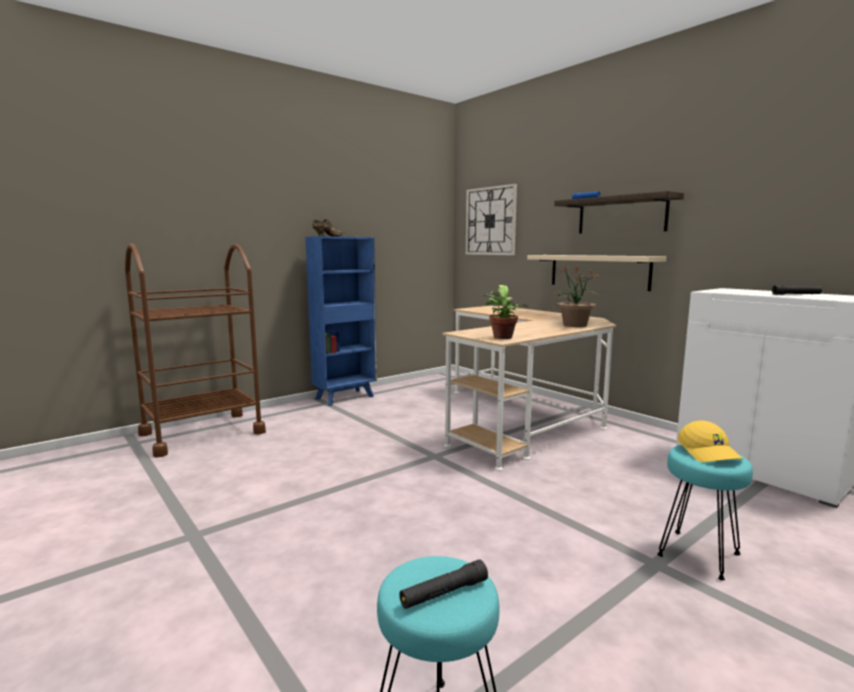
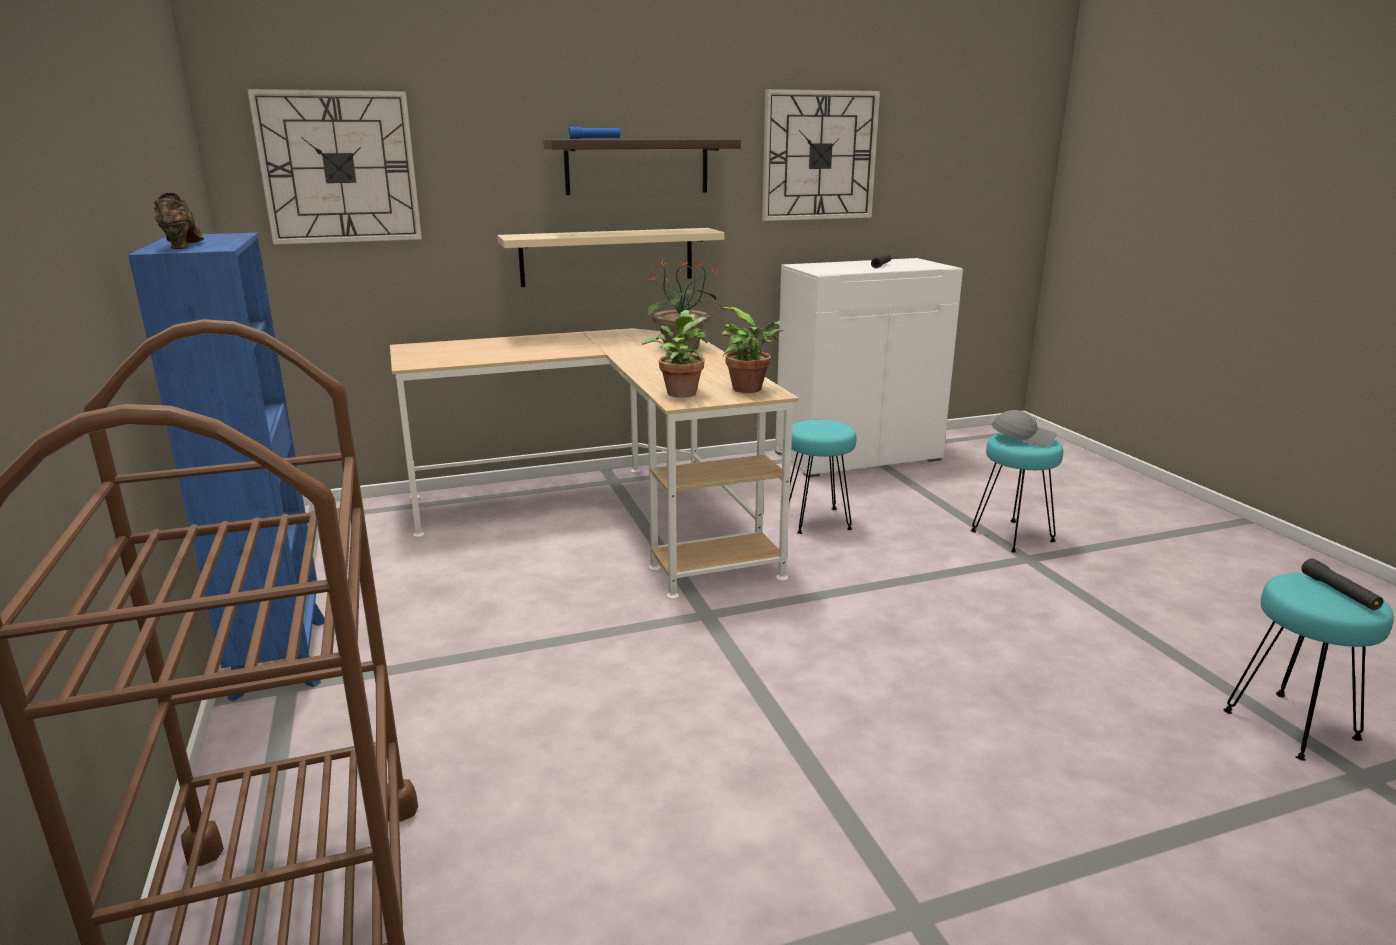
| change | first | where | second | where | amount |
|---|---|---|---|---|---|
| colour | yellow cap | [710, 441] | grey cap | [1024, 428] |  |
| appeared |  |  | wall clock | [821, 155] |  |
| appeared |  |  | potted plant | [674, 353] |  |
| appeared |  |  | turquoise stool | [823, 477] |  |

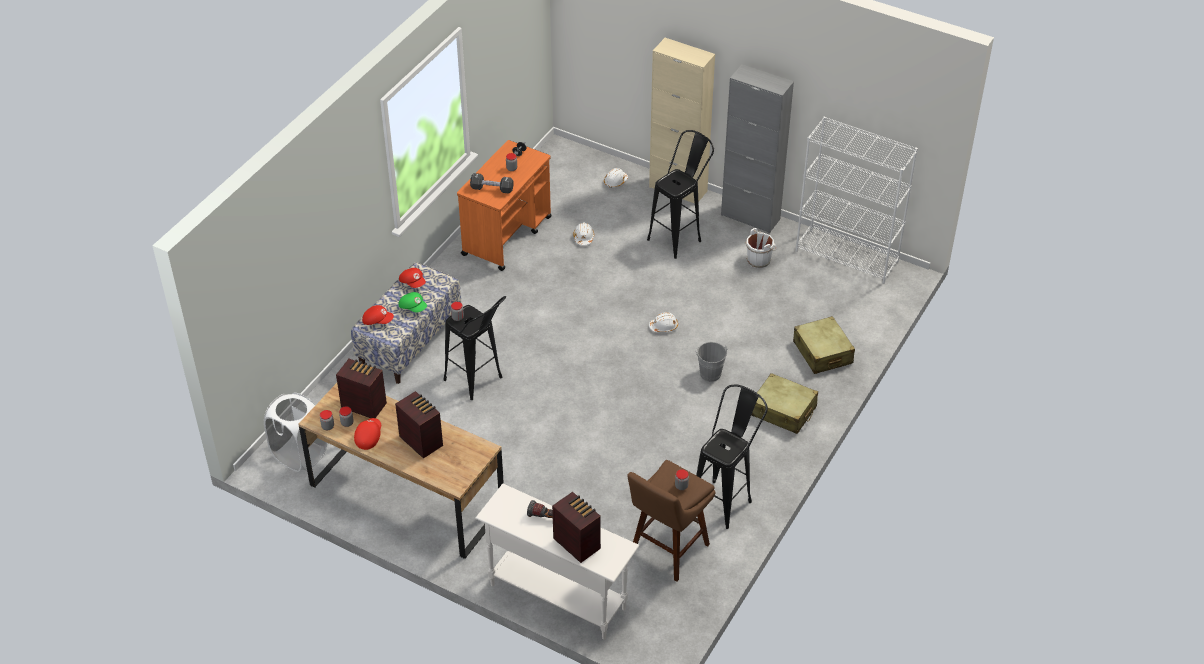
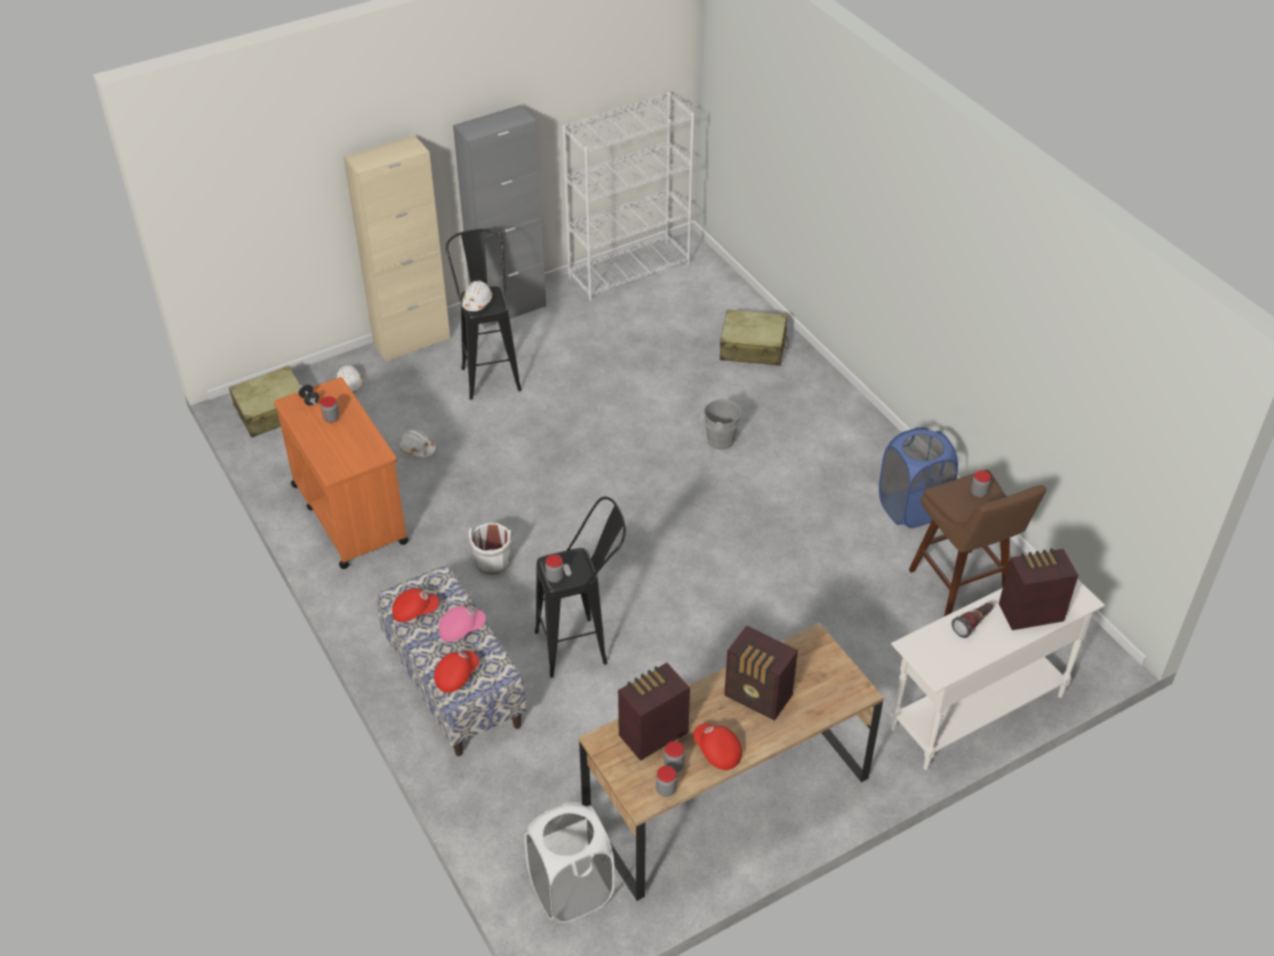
| change | first | where | second | where | amount |
|---|---|---|---|---|---|
| missing | black dumbbell | [492, 183] |  |  |  |
| relocated | white bucket | [760, 248] |  | [491, 549] |  |
| colour | green cap | [412, 302] | pink cap | [462, 624] |  |
| relocated | white hard hat | [663, 322] |  | [477, 296] |  |
| relocated | beige suitcase | [784, 403] |  | [265, 402] |  |
| exchanged | black stool | [732, 457] | blue laundry basket | [918, 477] |  |
| spun | radio | [419, 425] |  | [761, 673] | 135 degrees counterclockwise |

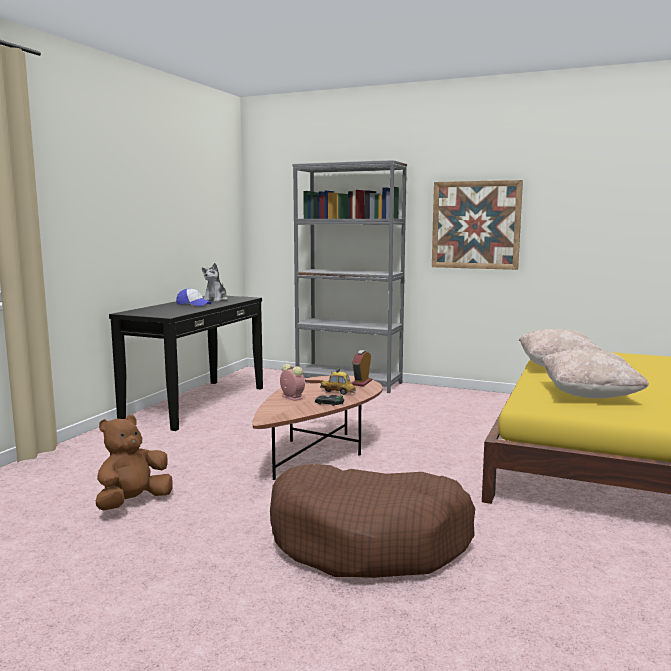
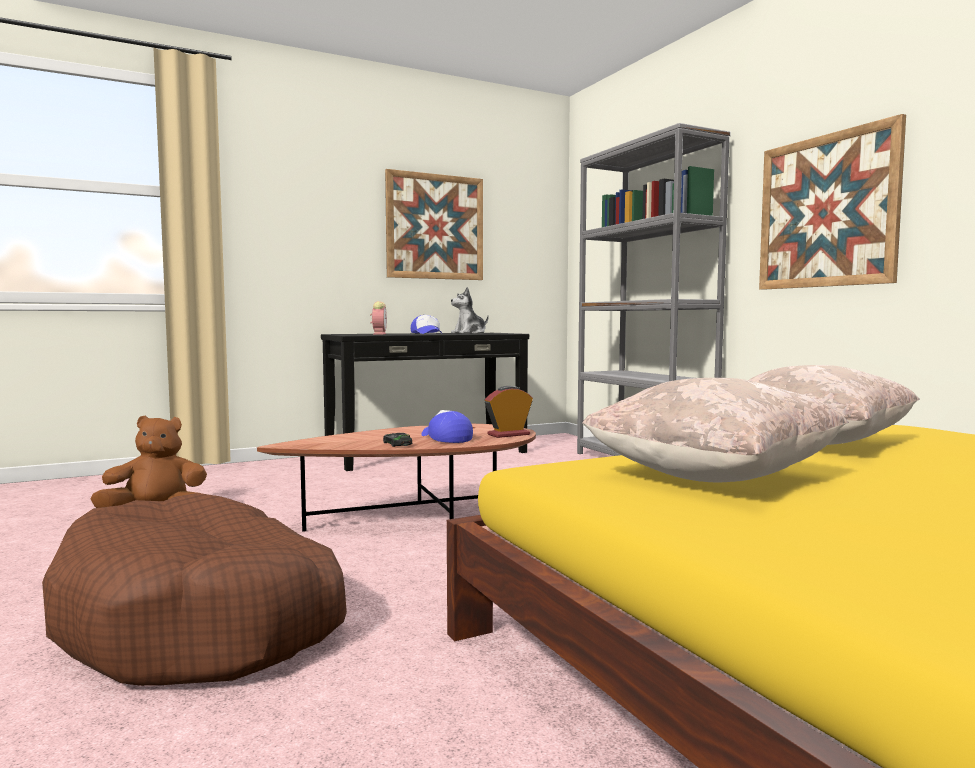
| change | first | where | second | where | amount |
|---|---|---|---|---|---|
| relocated | alarm clock | [292, 382] |  | [378, 317] |  |
| exchanged | toy car | [338, 381] | cap | [447, 426] |  |
| appeared |  |  | picture | [434, 224] |  |

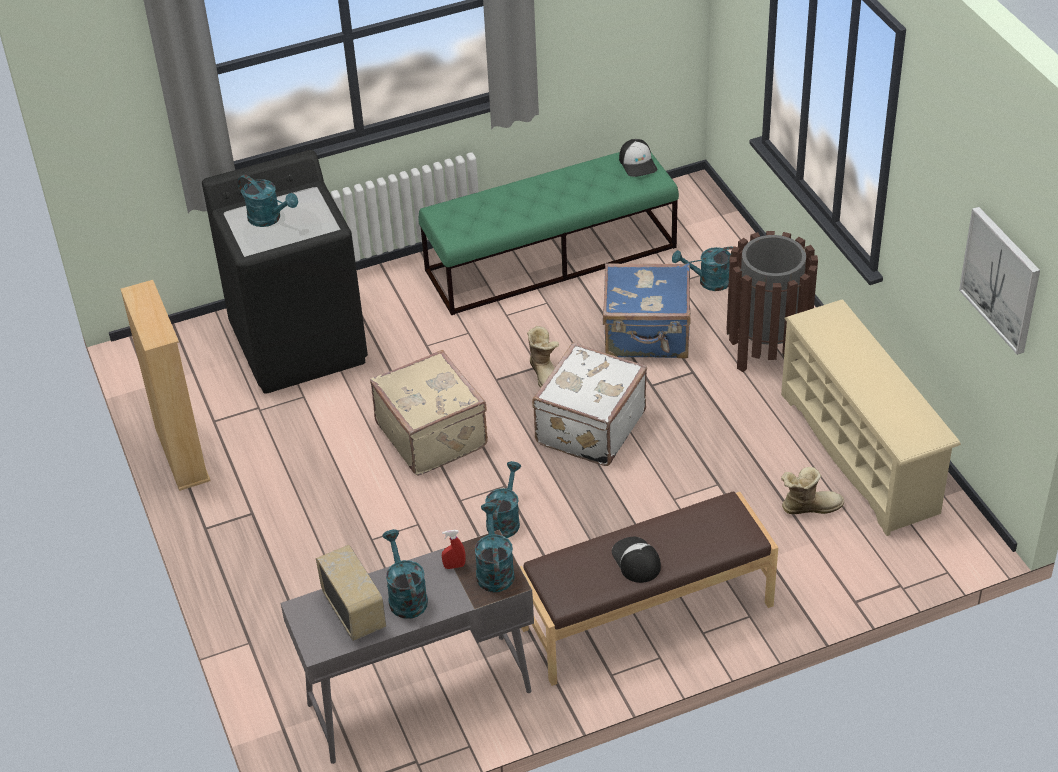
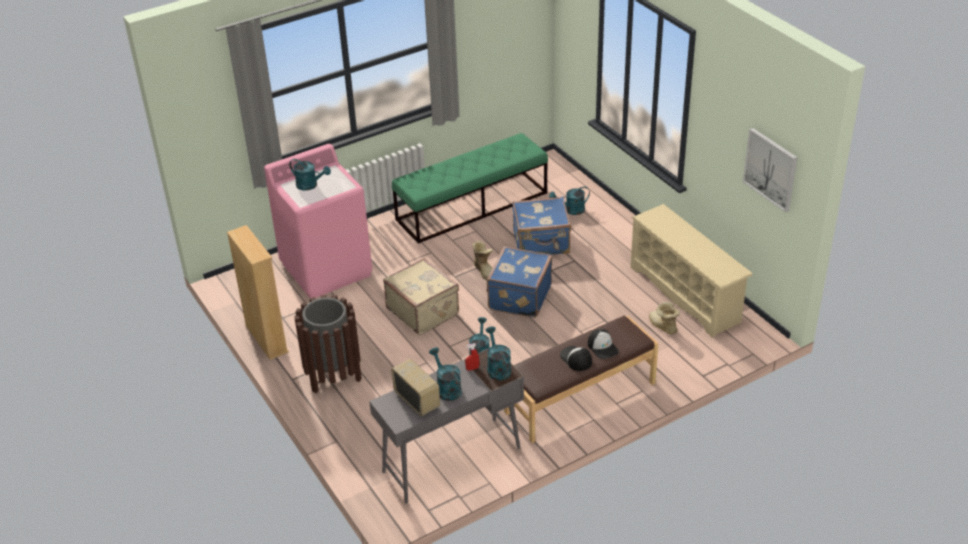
| change | first | where | second | where | amount |
|---|---|---|---|---|---|
| relocated | cap | [638, 158] |  | [603, 344] |  |
| colour | black washing machine | [285, 272] | pink washing machine | [318, 221] |  |
| relocated | brown trash can | [772, 301] |  | [327, 344] |  |
| colour | white suitcase | [589, 404] | blue suitcase | [519, 282] |  |
| spun | boot | [812, 490] |  | [664, 318] | 105 degrees counterclockwise |

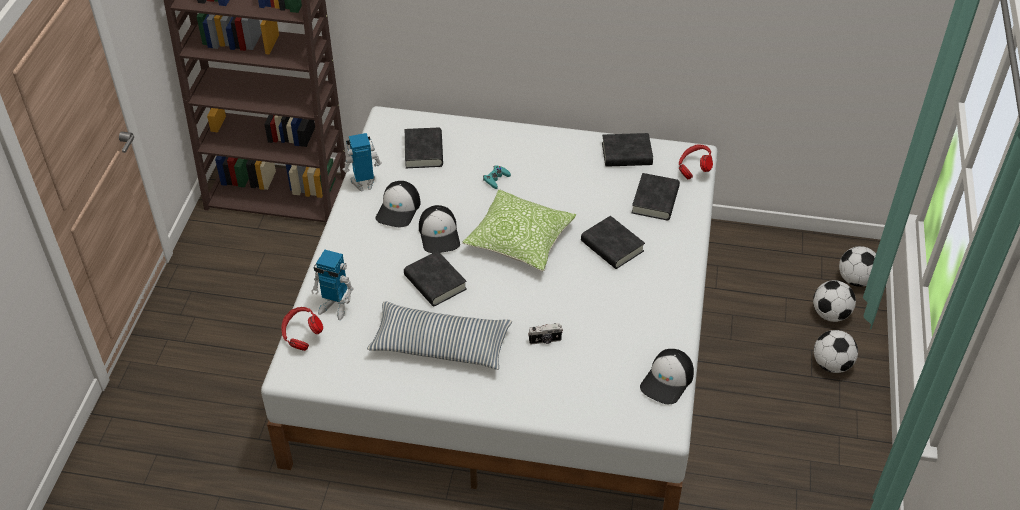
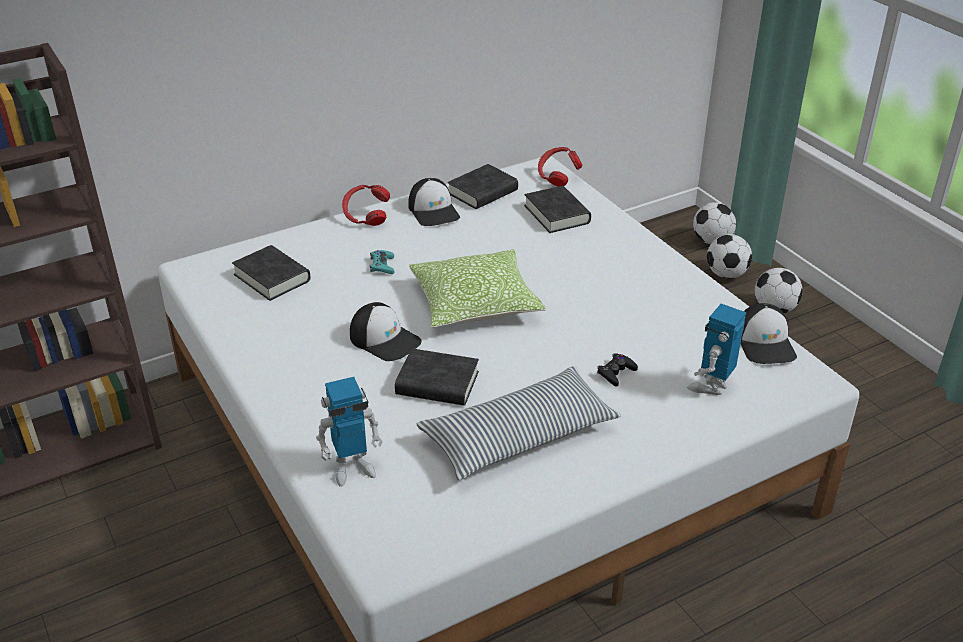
| change | first | where | second | where | amount |
|---|---|---|---|---|---|
| relocated | toy robot | [362, 162] |  | [716, 349] |  |
| relocated | cap | [398, 204] |  | [434, 202] |  |
| missing | black book | [613, 242] |  |  |  |
| relocated | red headphones | [302, 329] |  | [366, 205] |  |
| exchanged | photo camera | [545, 334] | black game controller | [617, 370] |  |

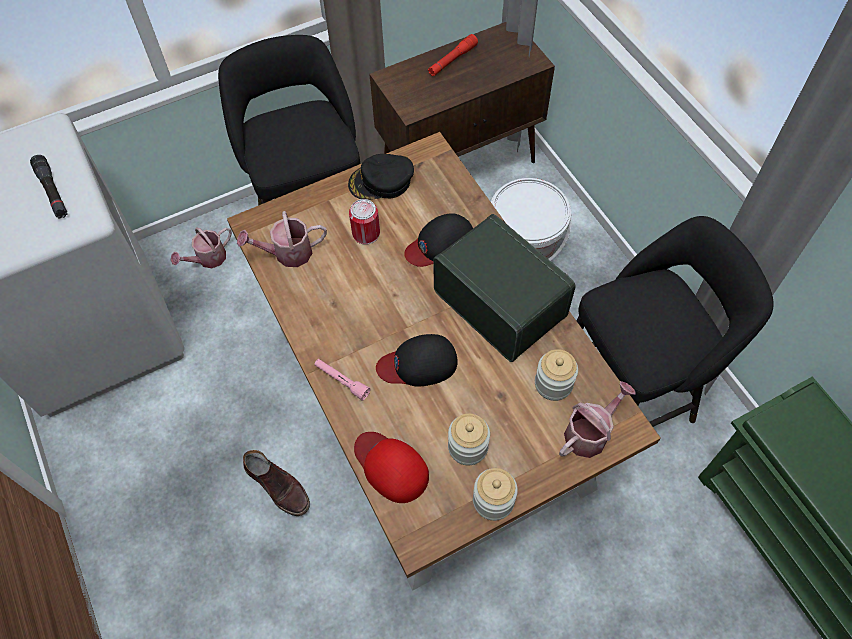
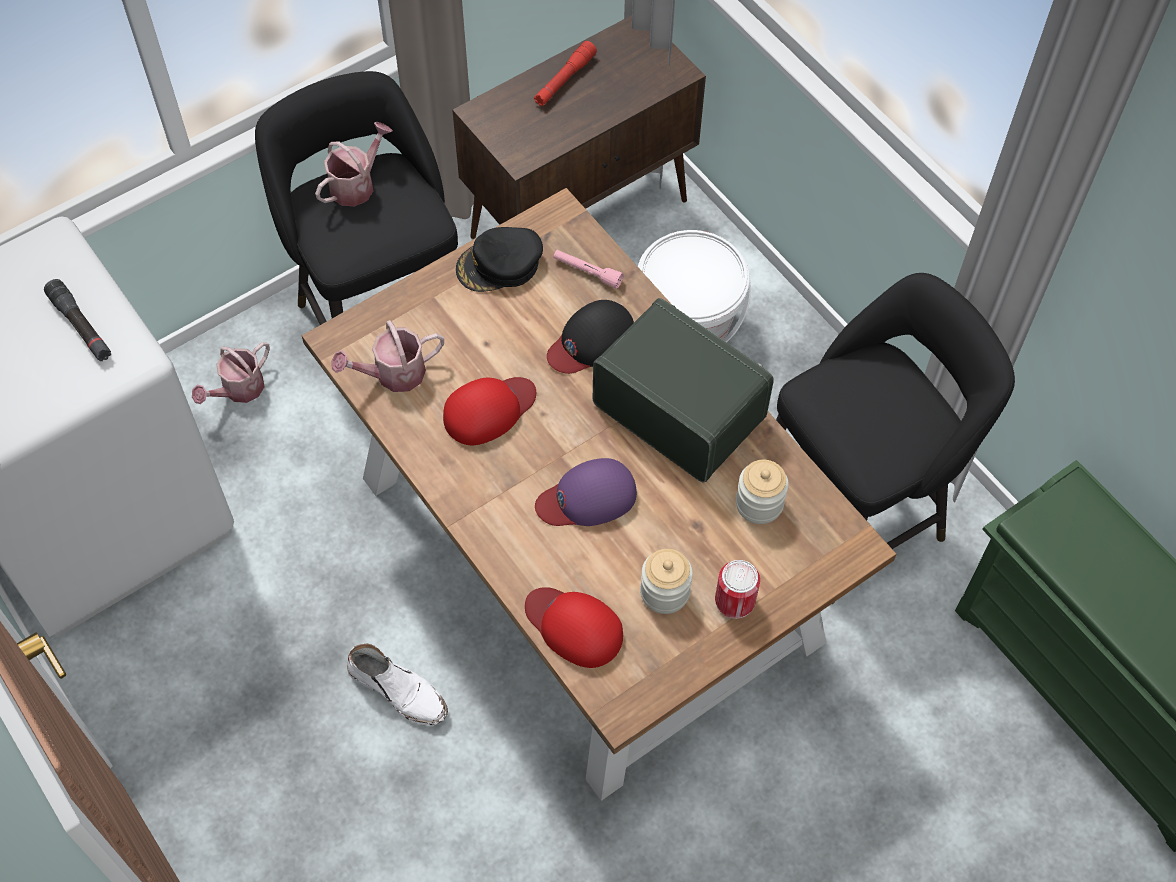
| change | first | where | second | where | amount |
|---|---|---|---|---|---|
| relocated | can | [364, 222] |  | [737, 589] |  |
| colour | black cap | [417, 360] | purple cap | [586, 492] |  |
| relocated | pink flashlight | [342, 380] |  | [589, 269] |  |
| relocated | watering can | [597, 419] |  | [354, 164] |  |
| colour | brown boot | [276, 483] | white boot | [397, 684] |  |
| missing | jar | [495, 494] |  |  |  |
| appeared |  |  | red cap | [489, 411] |  |

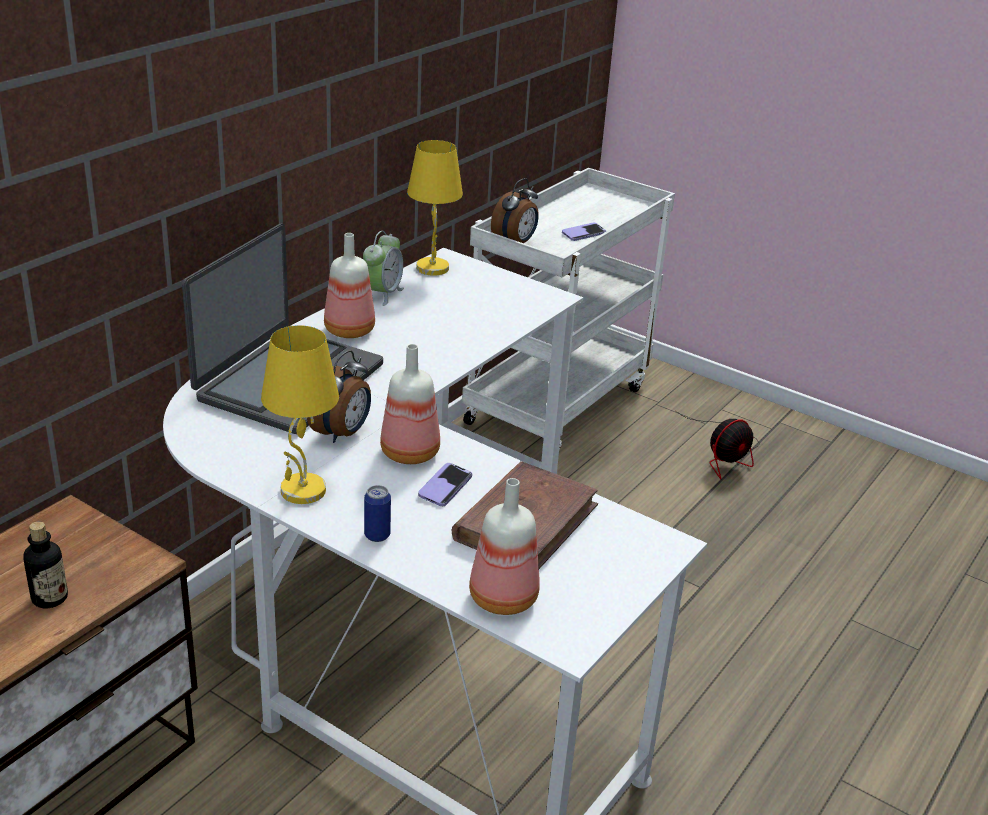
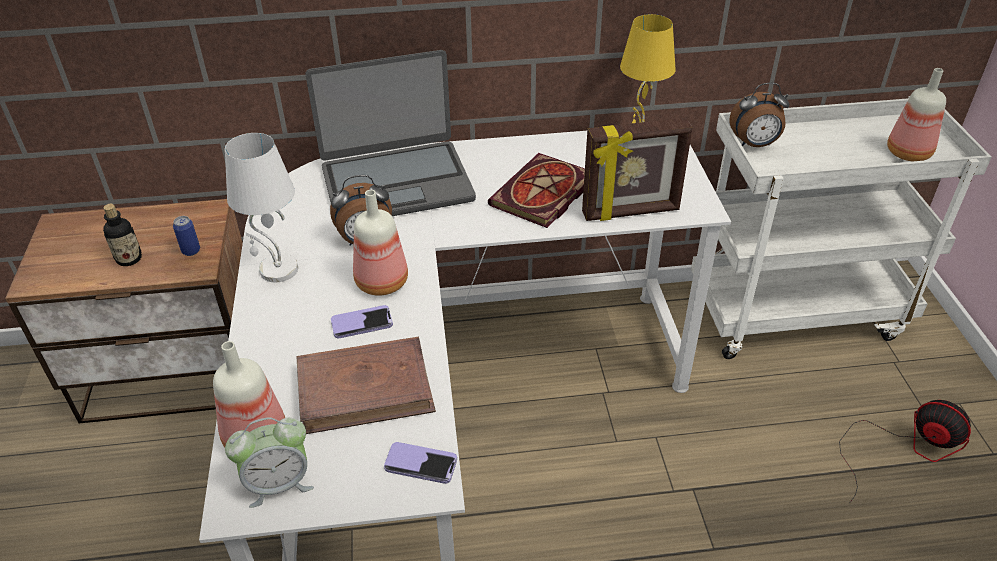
| change | first | where | second | where | amount |
|---|---|---|---|---|---|
| relocated | phone | [584, 232] |  | [420, 463] |  |
| relocated | alarm clock | [383, 268] |  | [269, 462] |  |
| relocated | bottle | [349, 285] |  | [916, 114] |  |
| colour | yellow table lamp | [300, 414] | white table lamp | [261, 207] |  |
| spun | fan | [718, 445] |  | [905, 452] | 150 degrees counterclockwise |
| relocated | can | [377, 513] |  | [186, 236] |  |
| appeared |  |  | picture frame | [637, 169] |  |
| appeared |  |  | book | [536, 190] |  |

